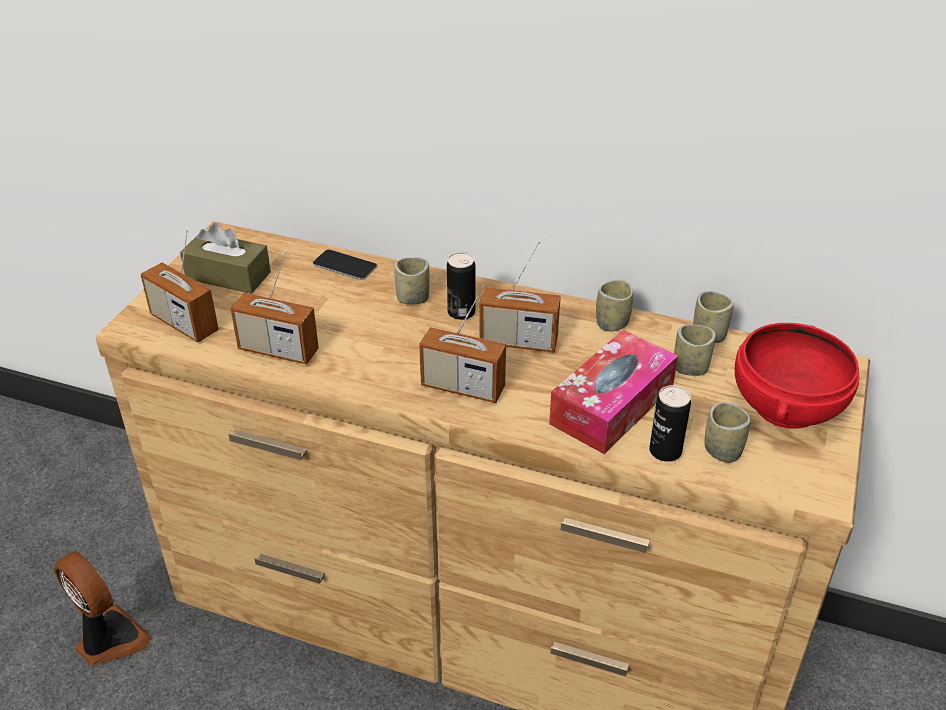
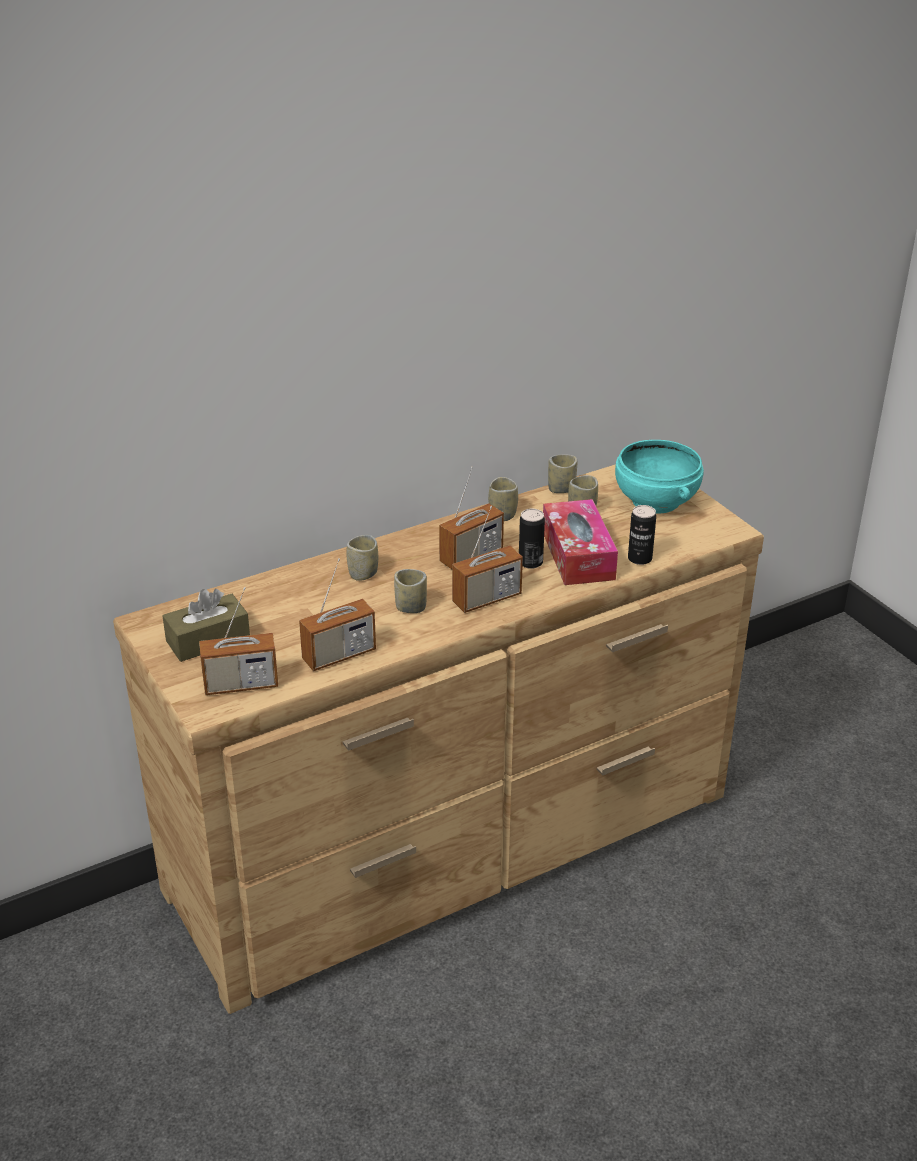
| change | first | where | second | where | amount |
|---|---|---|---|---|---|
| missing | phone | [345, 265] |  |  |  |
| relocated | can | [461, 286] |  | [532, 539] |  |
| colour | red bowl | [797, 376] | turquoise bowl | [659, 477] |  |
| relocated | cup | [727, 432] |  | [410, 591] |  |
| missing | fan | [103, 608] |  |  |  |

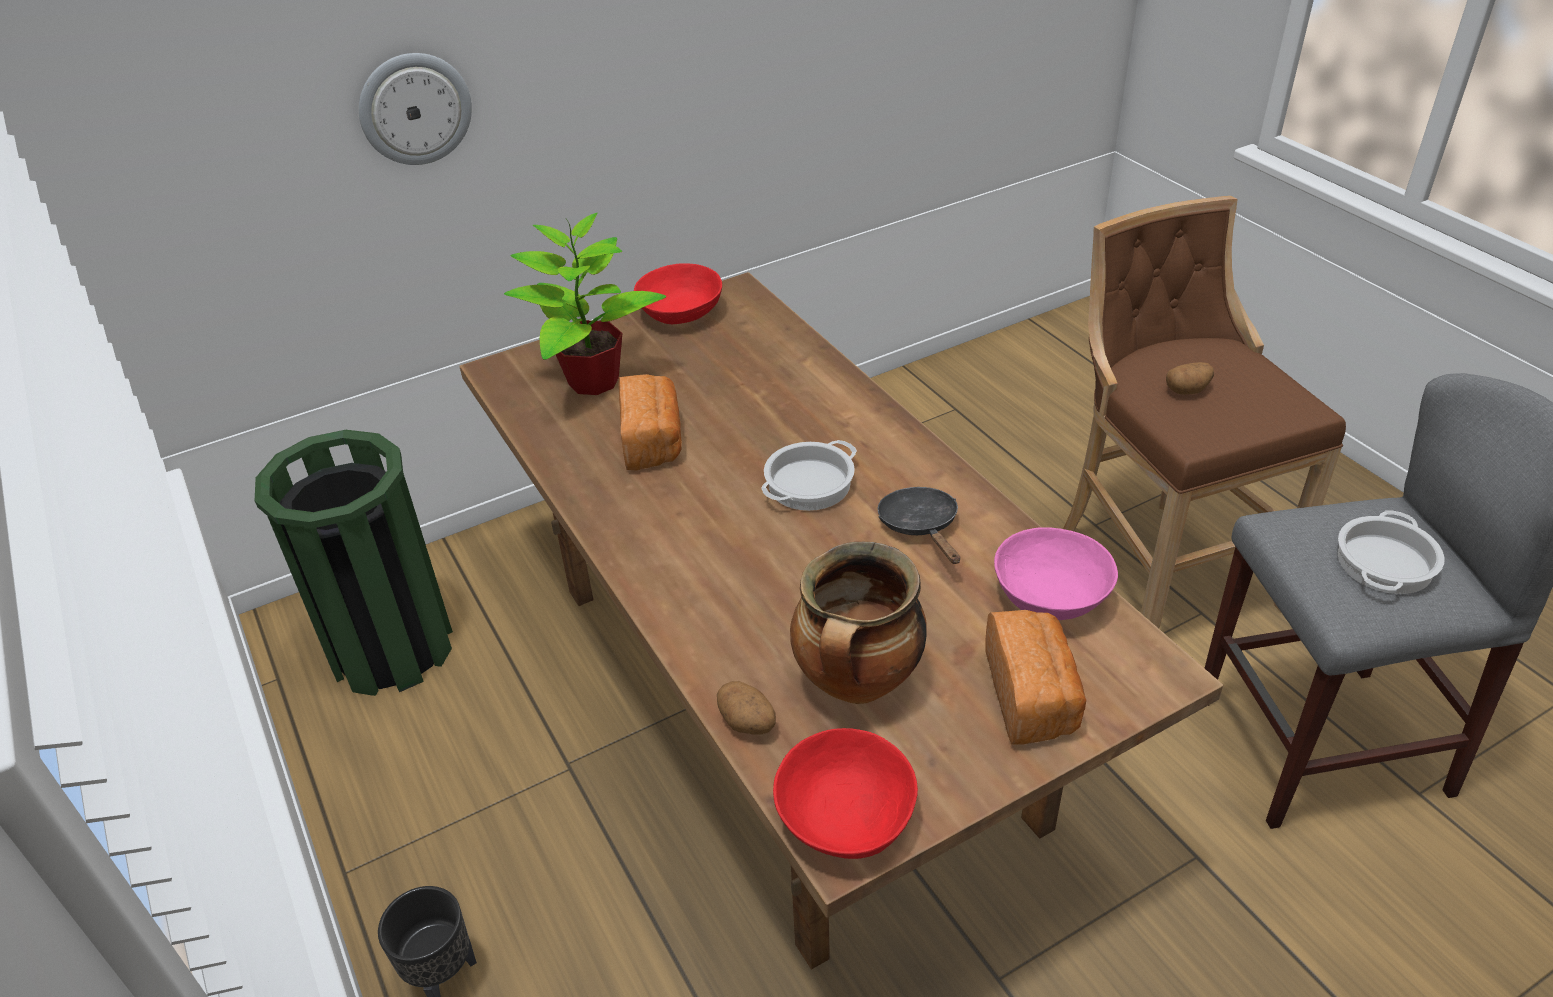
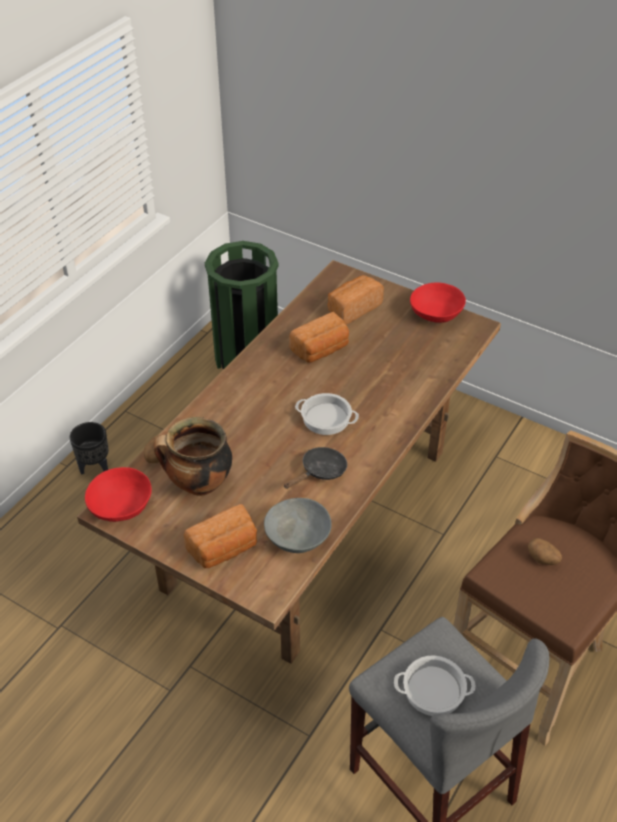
| change | first | where | second | where | amount |
|---|---|---|---|---|---|
| missing | wall clock | [415, 109] |  |  |  |
| exchanged | potted plant | [585, 304] | bread | [356, 300] |  |
| colour | pink bowl | [1056, 573] | grey bowl | [298, 525] |  |

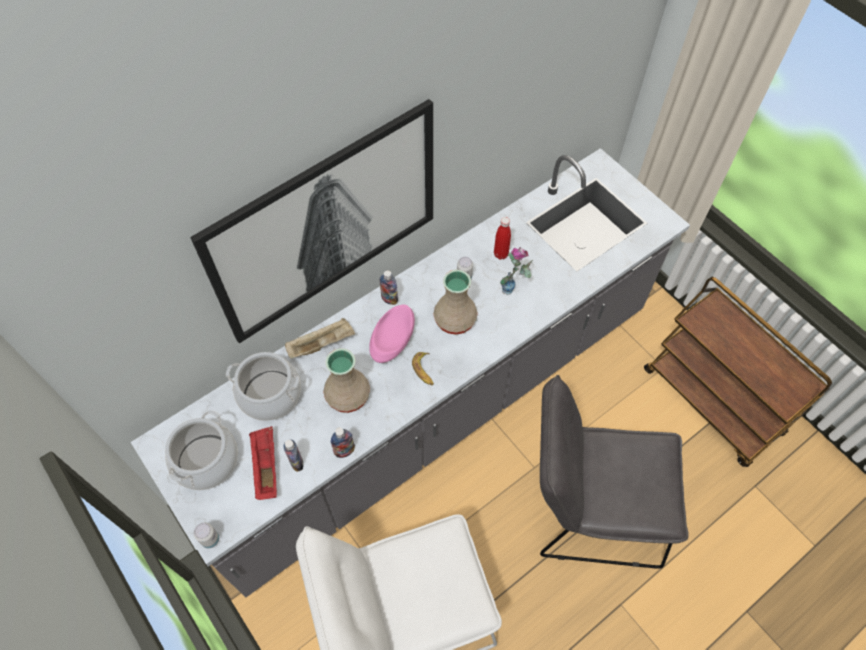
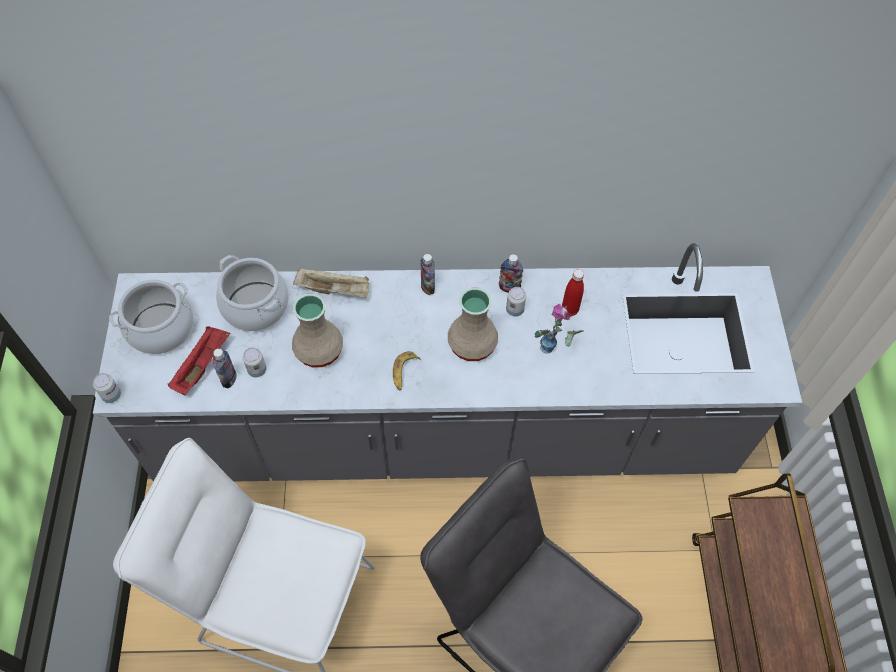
| change | first | where | second | where | amount |
|---|---|---|---|---|---|
| missing | picture | [311, 221] |  |  |  |
| missing | pink bowl | [392, 334] |  |  |  |
| relocated | bottle | [343, 443] |  | [511, 273] |  |
| appeared |  |  | can | [254, 362] |  |

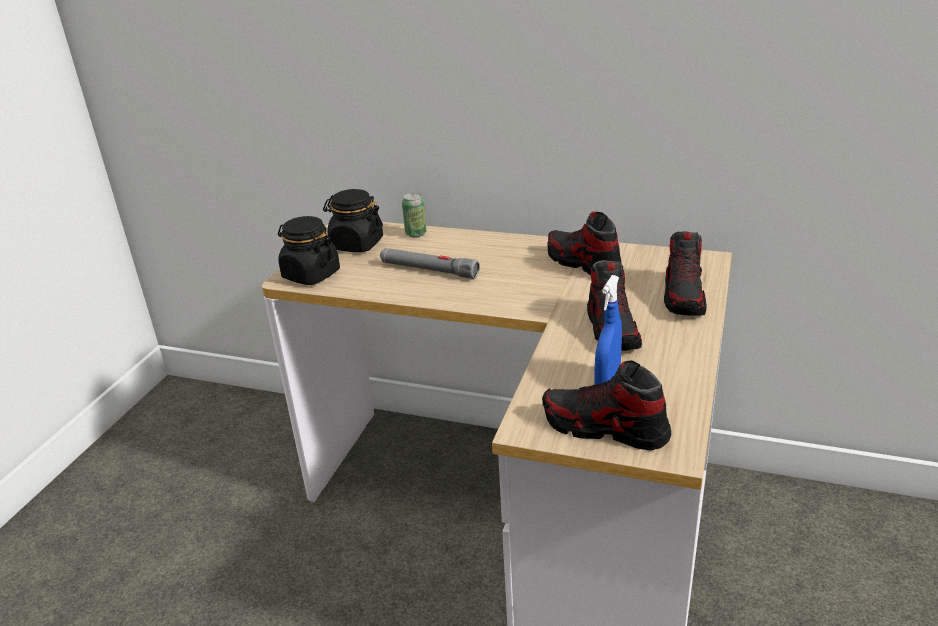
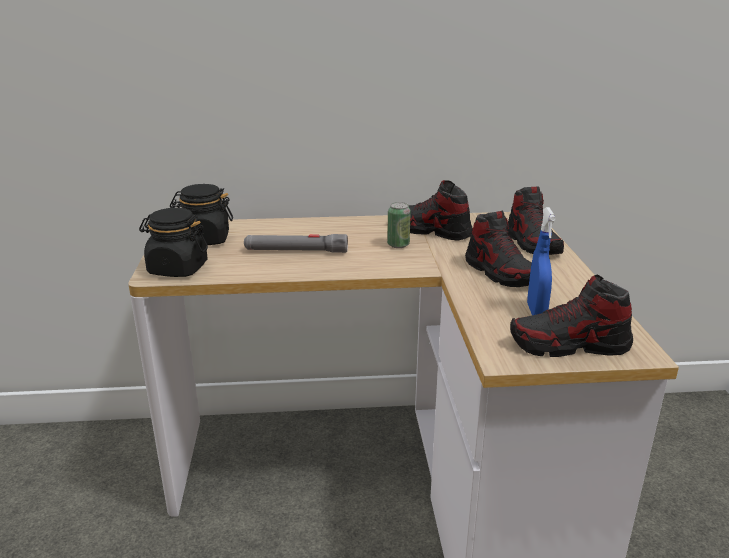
| change | first | where | second | where | amount |
|---|---|---|---|---|---|
| relocated | can | [414, 215] |  | [399, 225] |  |

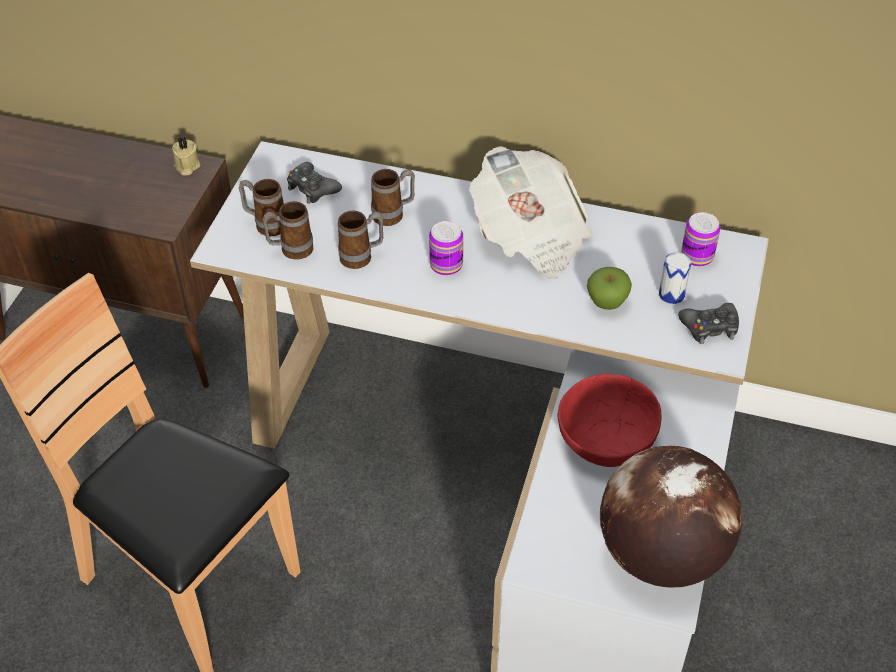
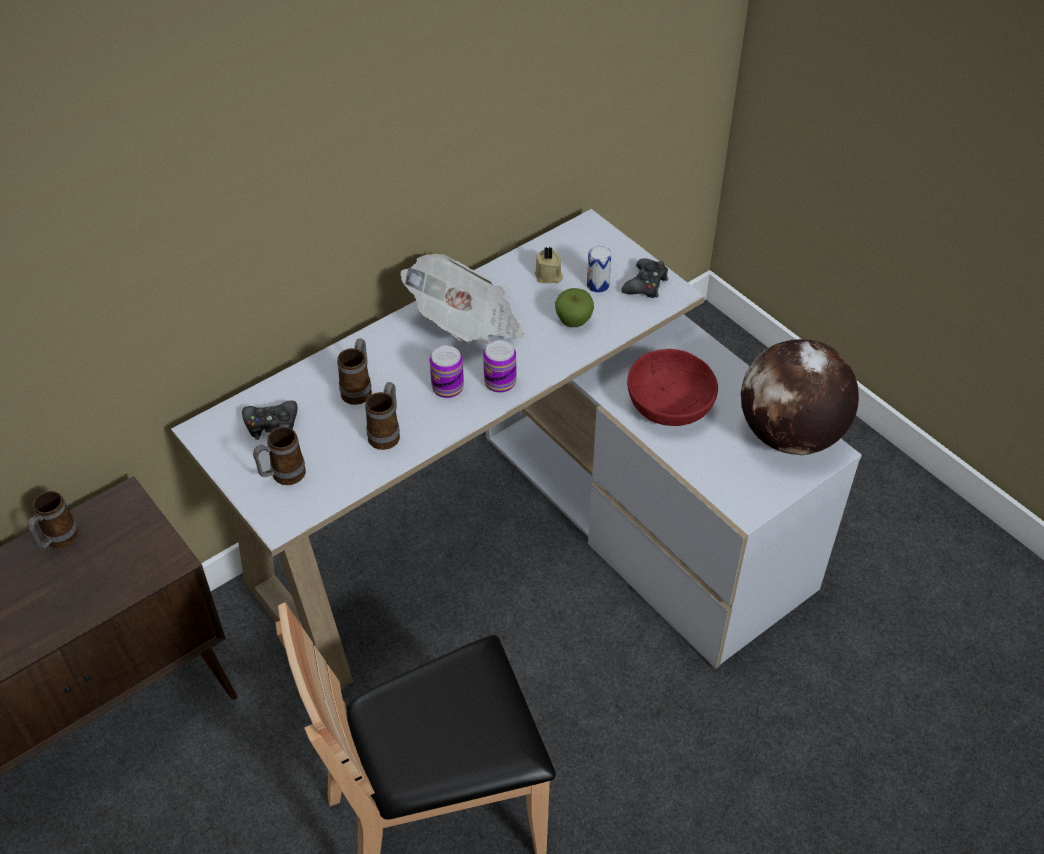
| change | first | where | second | where | amount |
|---|---|---|---|---|---|
| relocated | beige candle | [186, 156] |  | [549, 265] |  |
| relocated | mug | [287, 230] |  | [53, 519] |  |
| relocated | can | [700, 239] |  | [499, 366] |  |

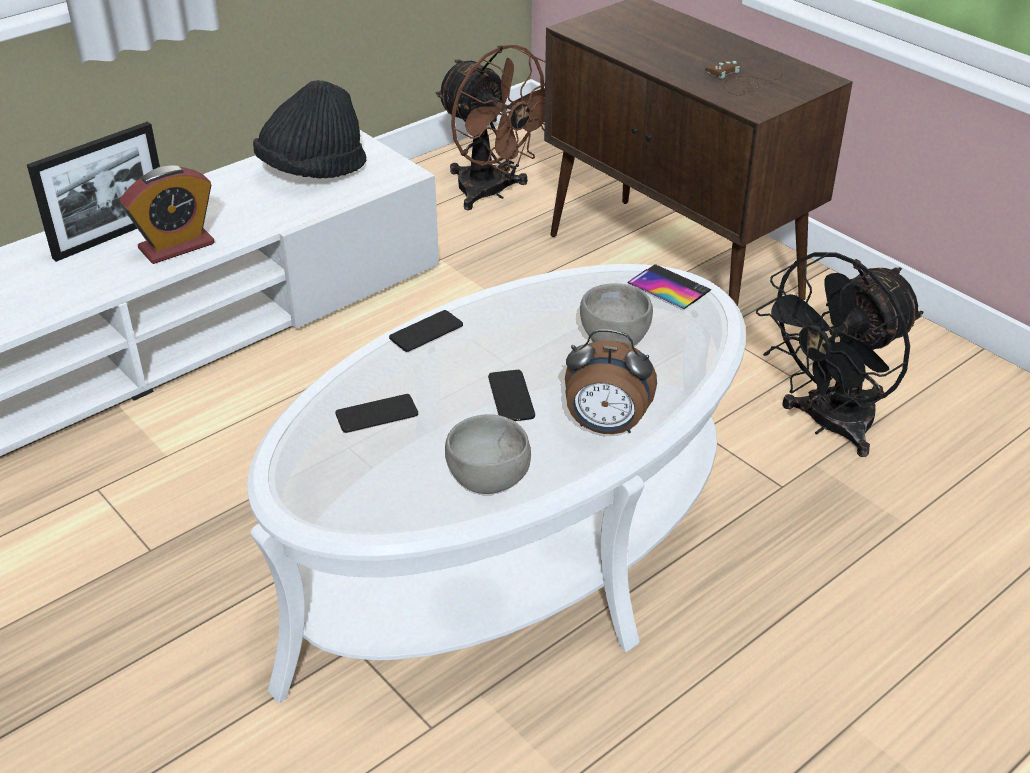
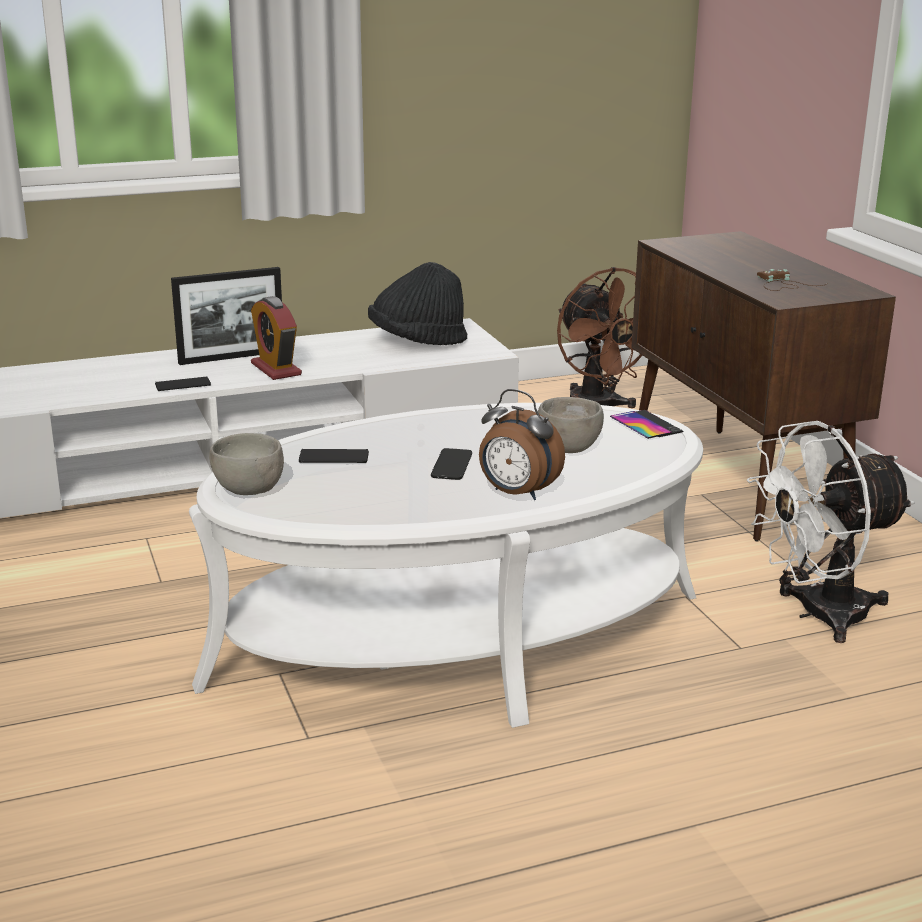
| change | first | where | second | where | amount |
|---|---|---|---|---|---|
| spun | alarm clock | [167, 214] |  | [276, 338] | 75 degrees clockwise |
| colour | black fan | [839, 354] | white fan | [831, 532] |  |
| relocated | phone | [426, 331] |  | [183, 383] |  |
| relocated | grey bowl | [488, 454] |  | [246, 464] |  |

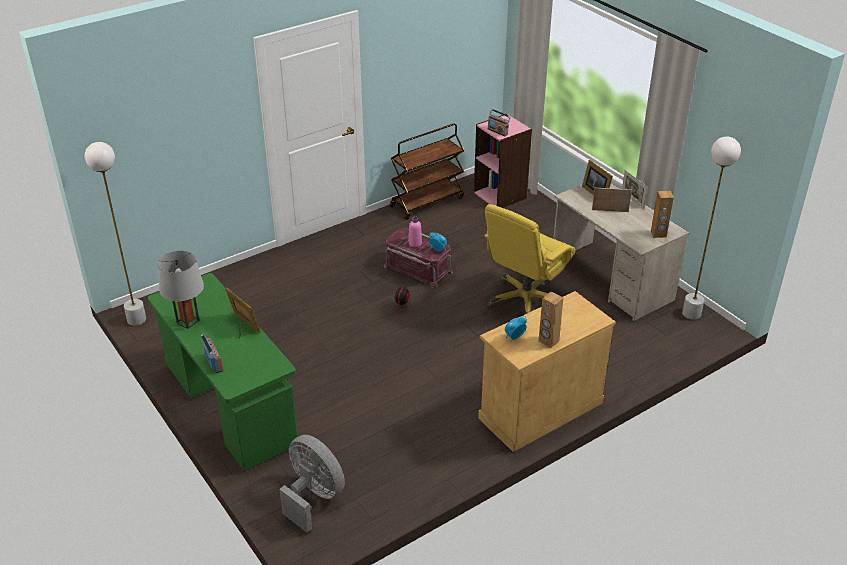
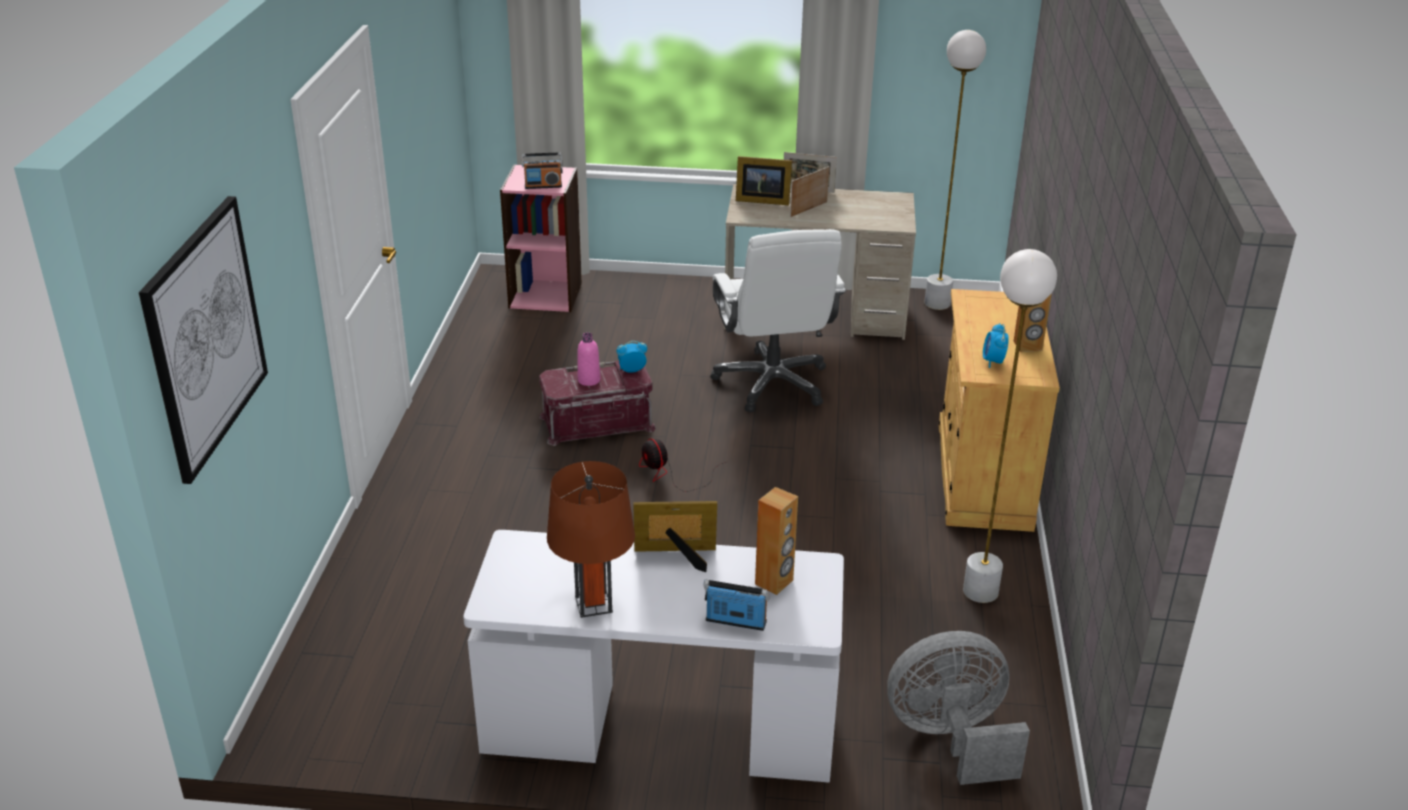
| change | first | where | second | where | amount |
|---|---|---|---|---|---|
| missing | brown cart | [427, 171] |  |  |  |
| relocated | white floor lamp | [115, 234] |  | [1010, 426] |  |
| relocated | brown speaker | [662, 214] |  | [776, 541] |  |
| colour | yellow office chair | [529, 259] | white office chair | [778, 320] |  |
| colour | grey table lamp | [181, 290] | brown table lamp | [591, 539] |  |
| colour | green desk | [223, 372] | white desk | [653, 656] |  |
| appeared |  |  | picture | [203, 340] |  |

